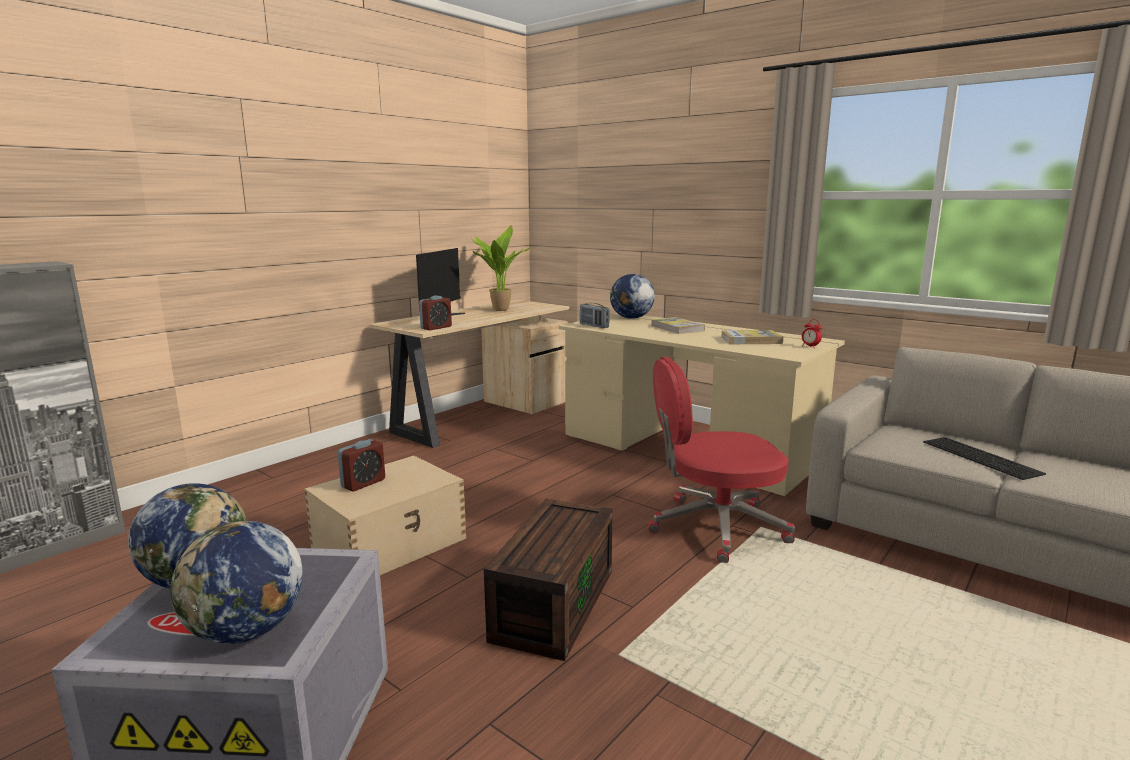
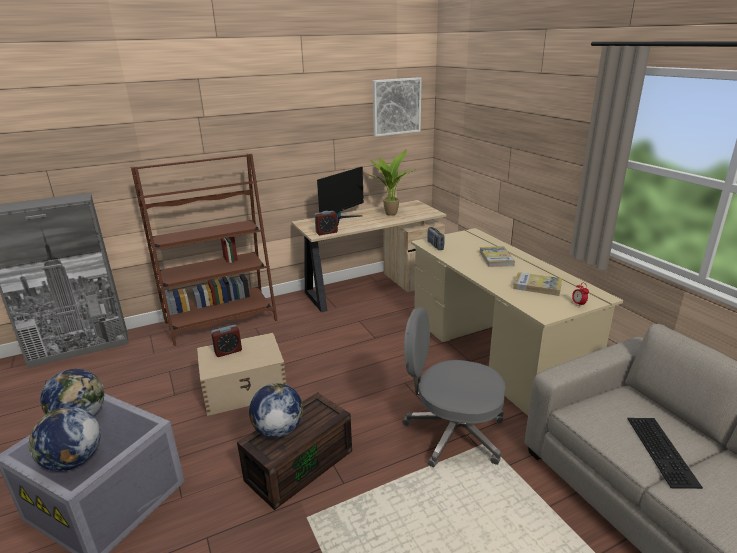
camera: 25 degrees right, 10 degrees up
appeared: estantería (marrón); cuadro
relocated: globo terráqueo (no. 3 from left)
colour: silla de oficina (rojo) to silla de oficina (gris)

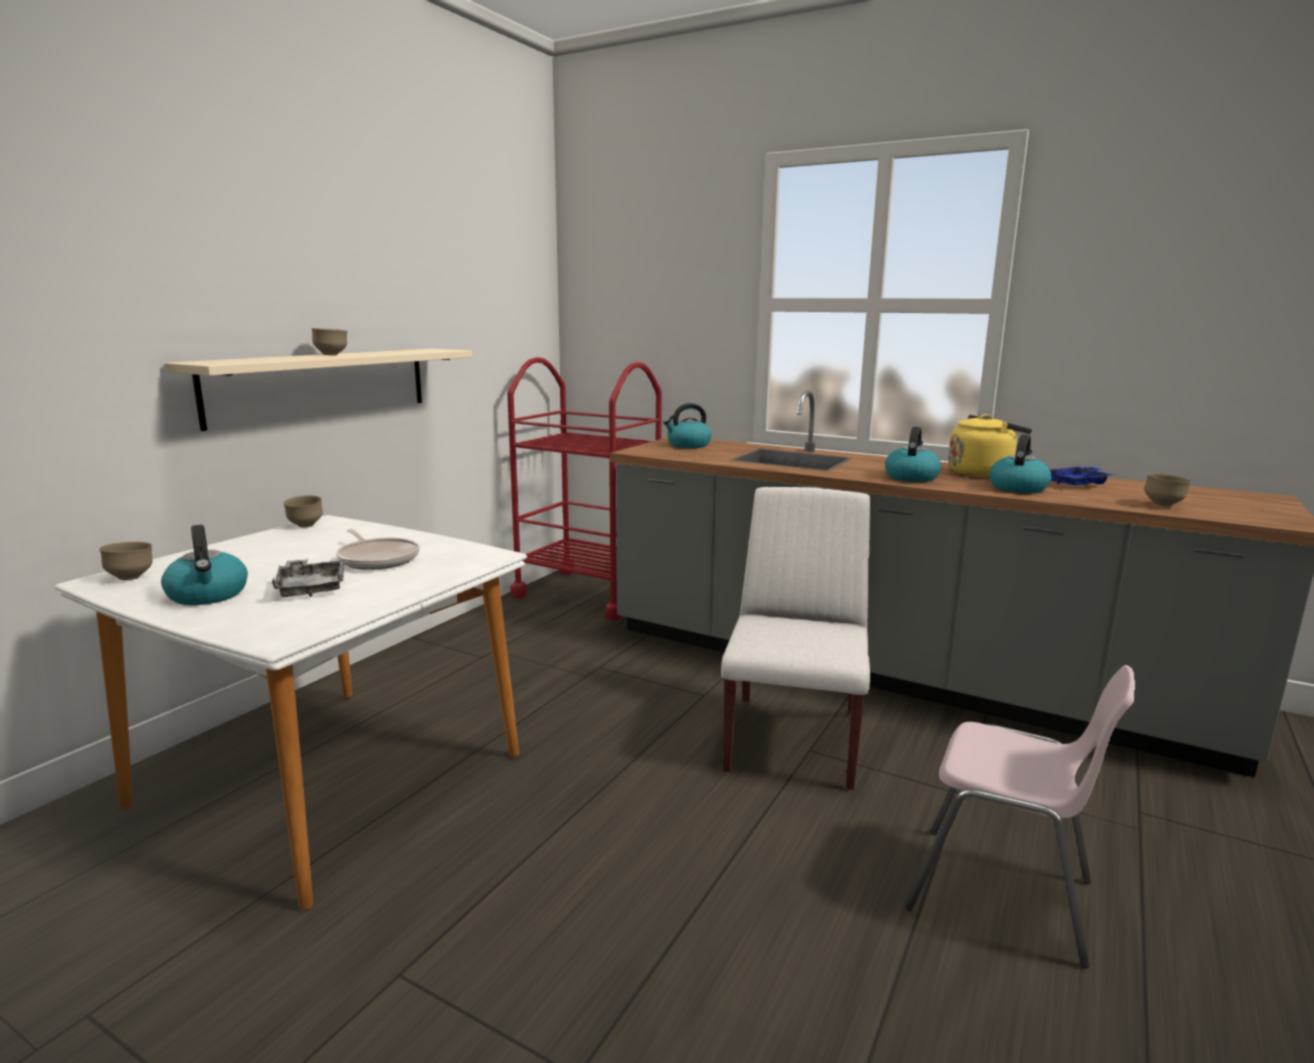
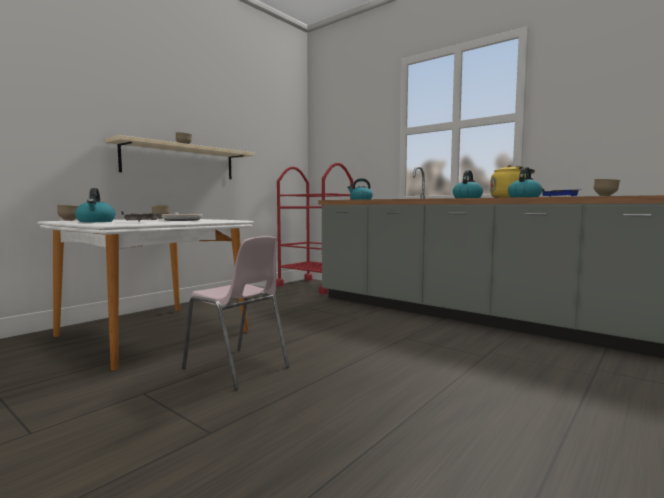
camera: 10 degrees right, 10 degrees down
missing: silla (blanco)
relocated: silla (rosa)

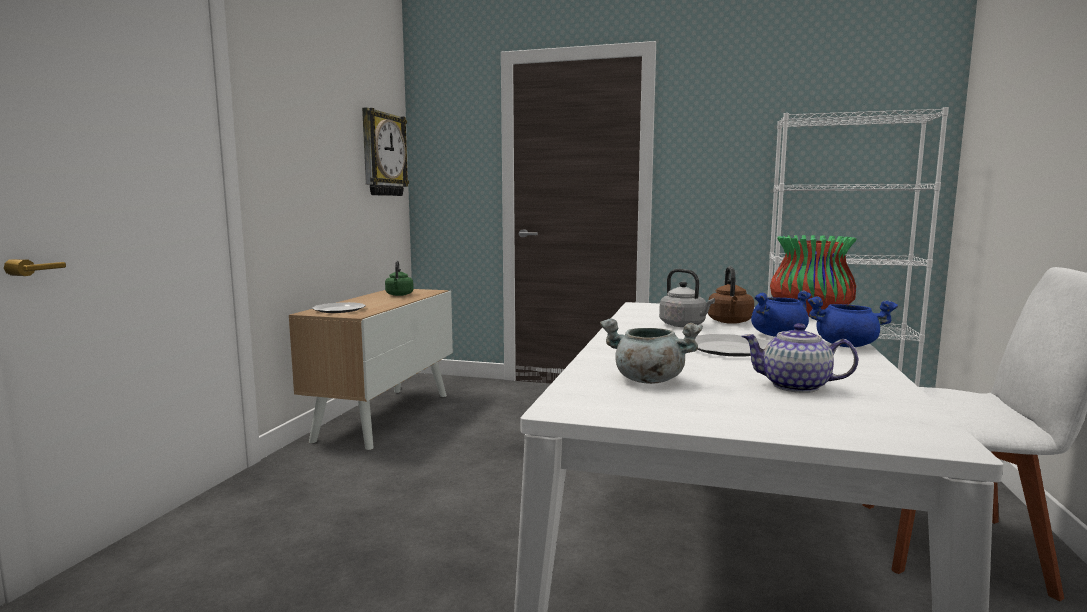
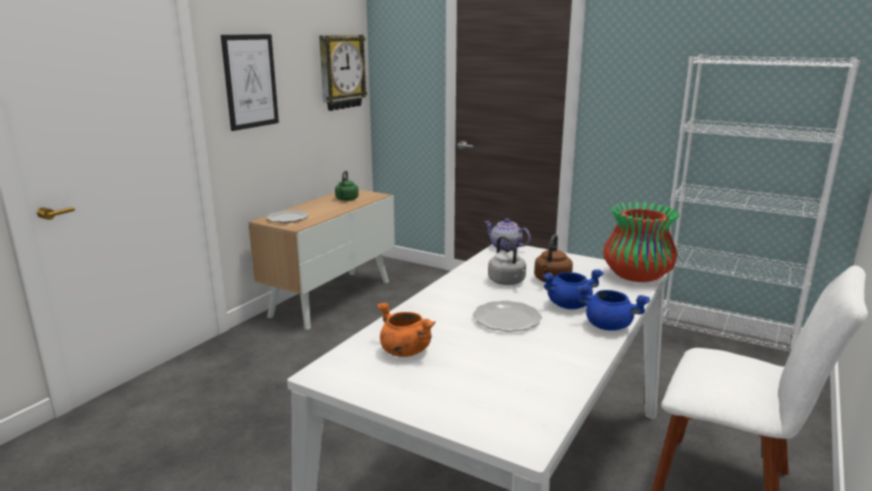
camera: 15 degrees right, 10 degrees up
appeared: cuadro
relocated: tetera
colour: olla (gris) to olla (naranja)

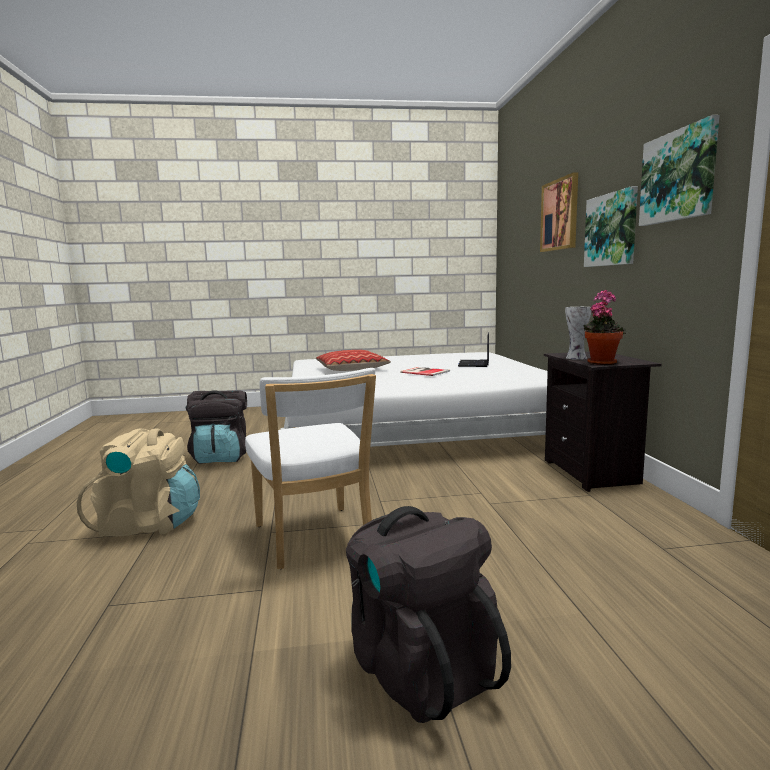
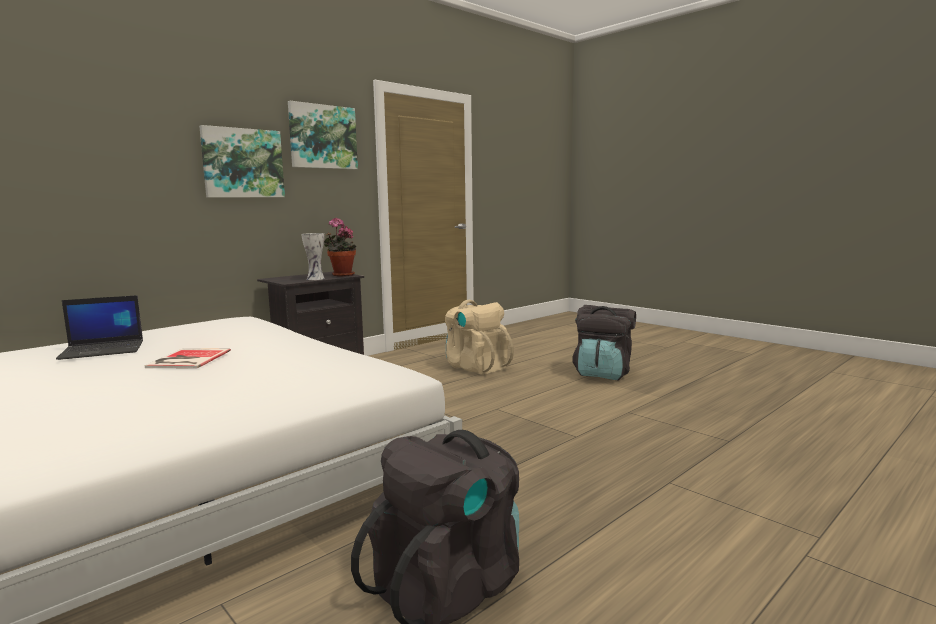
camera: 125 degrees left, 0 degrees up
missing: silla (blanco); cojín; cuadro (no. 1 from left)
relocated: mochila (beis)

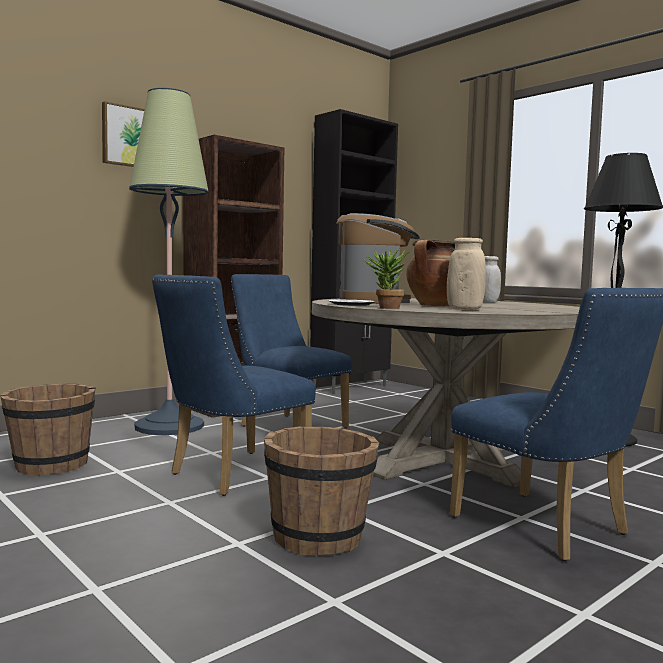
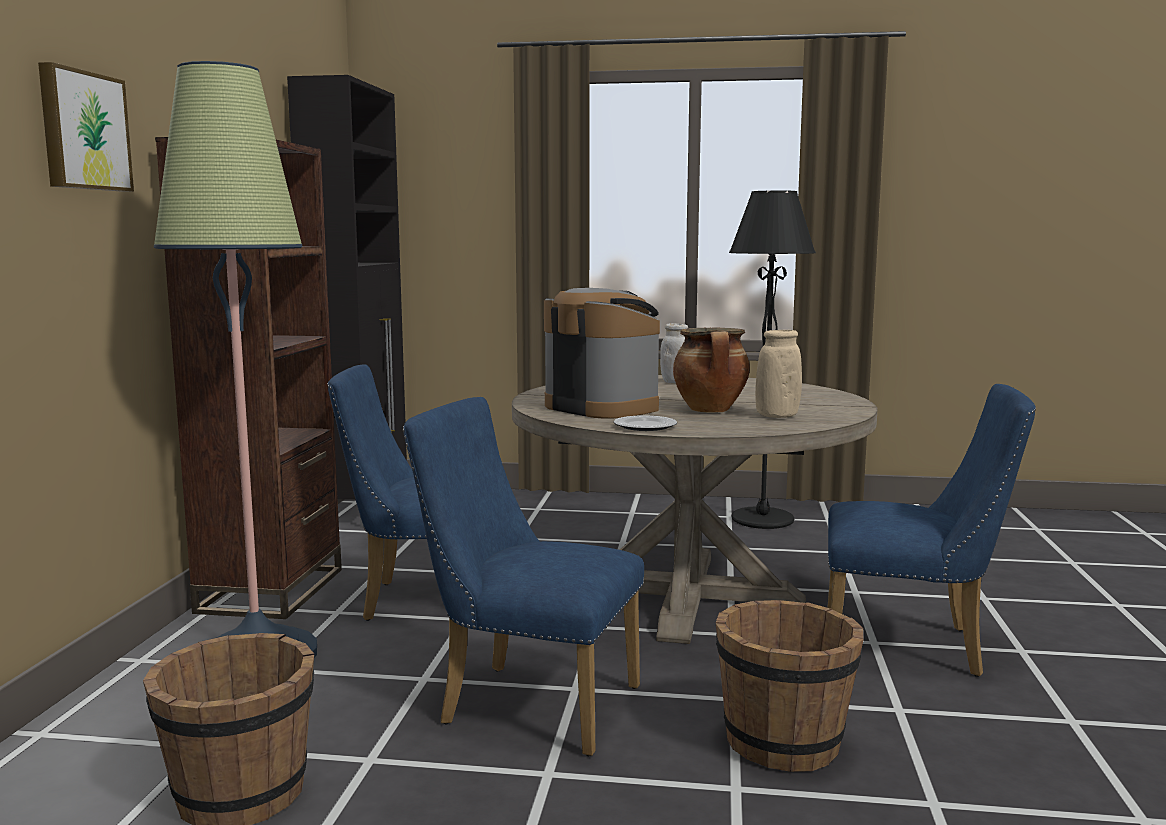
camera: 40 degrees left, 5 degrees up
missing: planta en maceta
spun: silla (azul) (no. 1 from left in the first image) 105 degrees clockwise

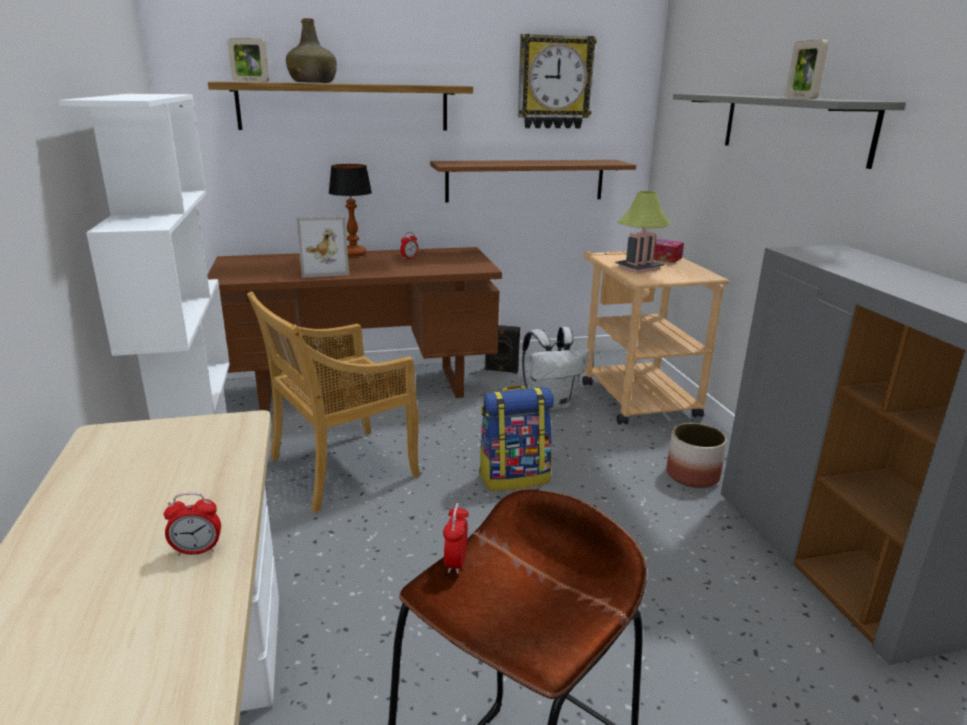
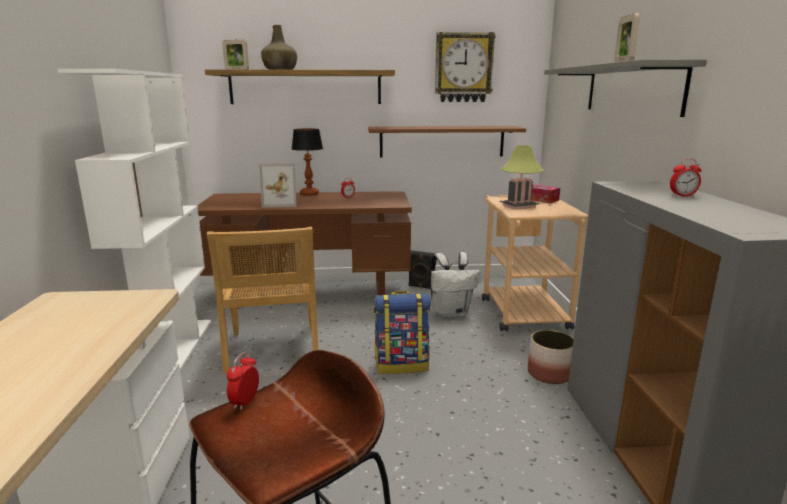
camera: 10 degrees right, 5 degrees down
relocated: despertador (no. 1 from left in the first image) to despertador (no. 3 from left)
spun: silla (beis) 75 degrees counterclockwise

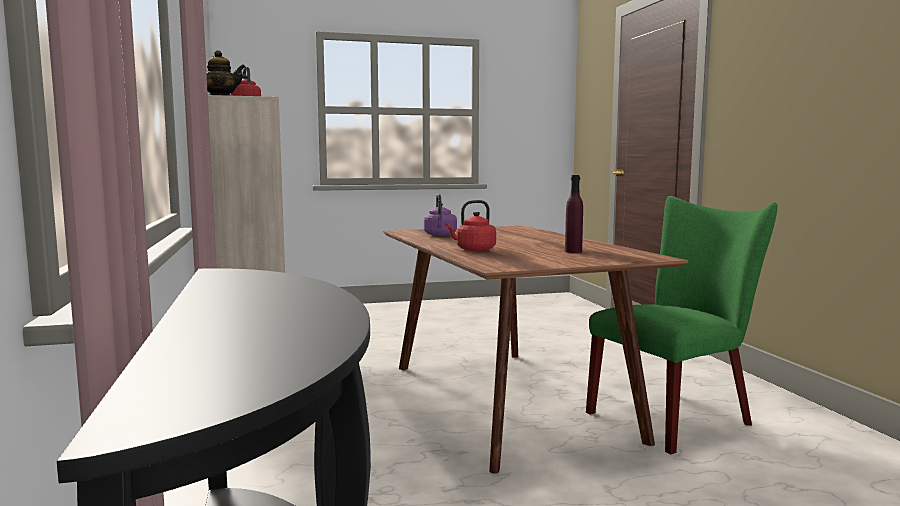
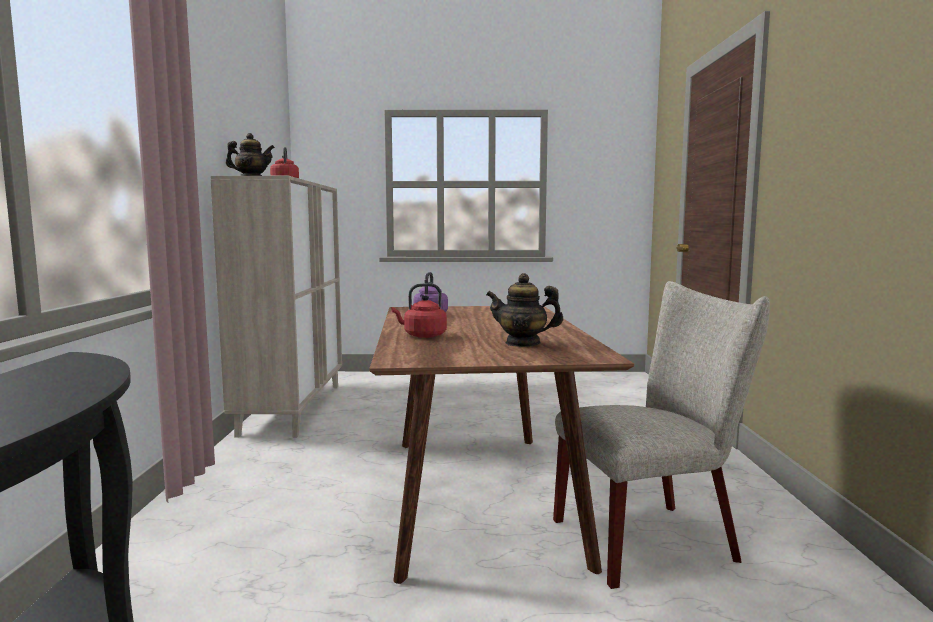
camera: 15 degrees right, 0 degrees up
exchanged: botella (morado) to tetera (no. 2 from left)
colour: silla (verde) to silla (beis)

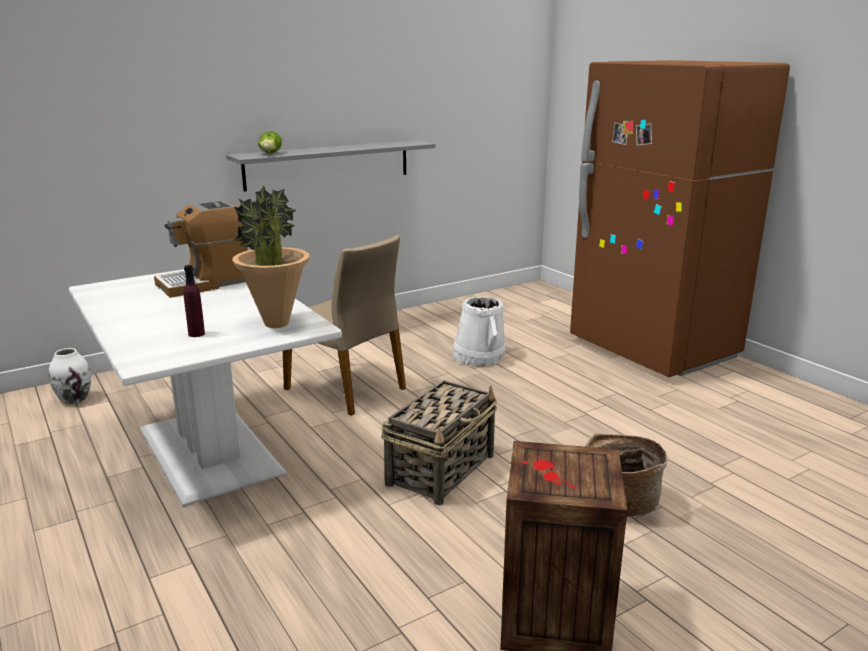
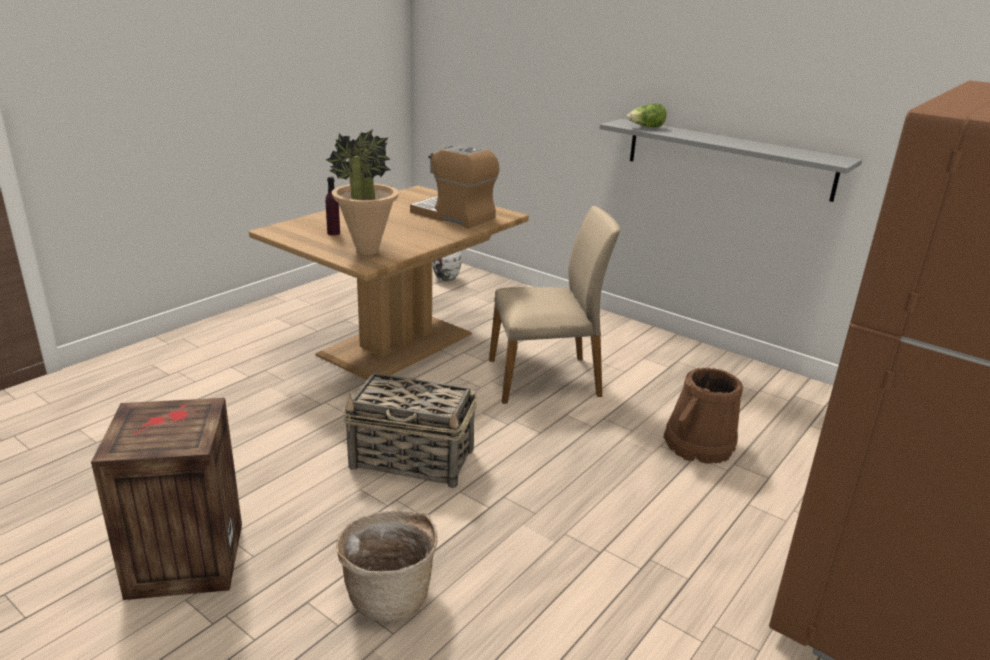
camera: 70 degrees right, 5 degrees up
colour: mesa de comedor (blanco) to mesa de comedor (marrón); cubo (blanco) to cubo (marrón)
spun: silla (beis) 120 degrees counterclockwise

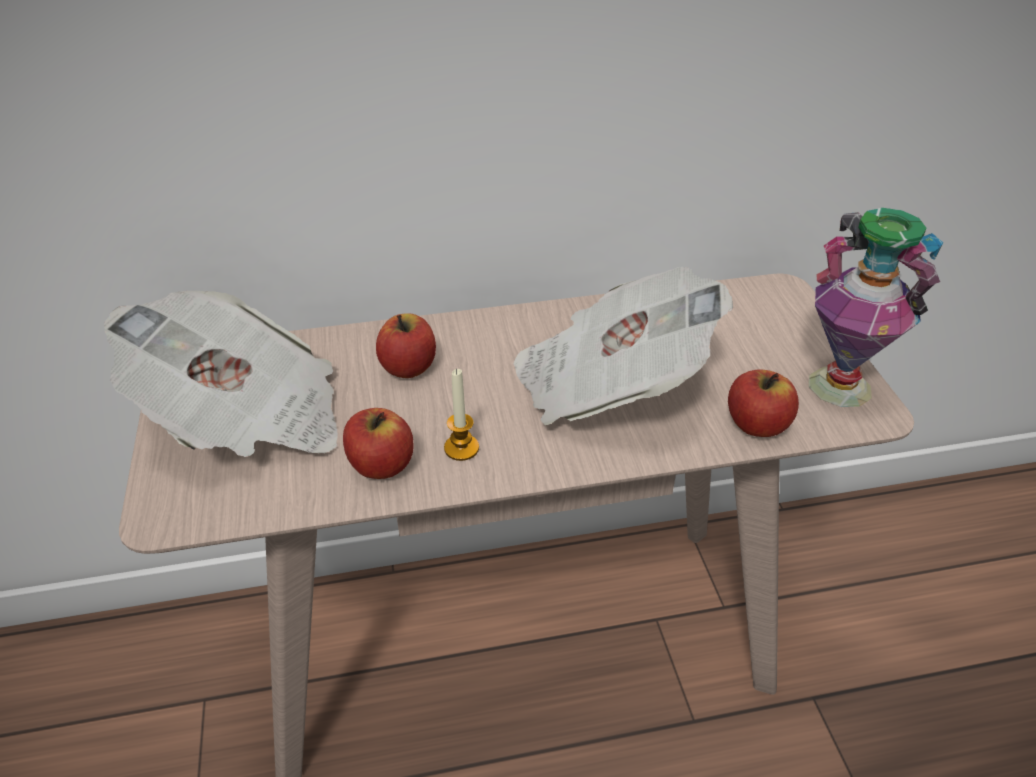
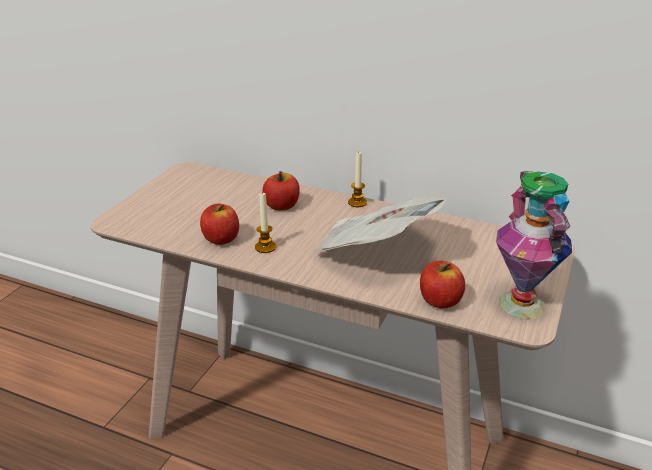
camera: 35 degrees right, 10 degrees down
missing: periódico (no. 1 from left)
appeared: vela (no. 2 from left)

